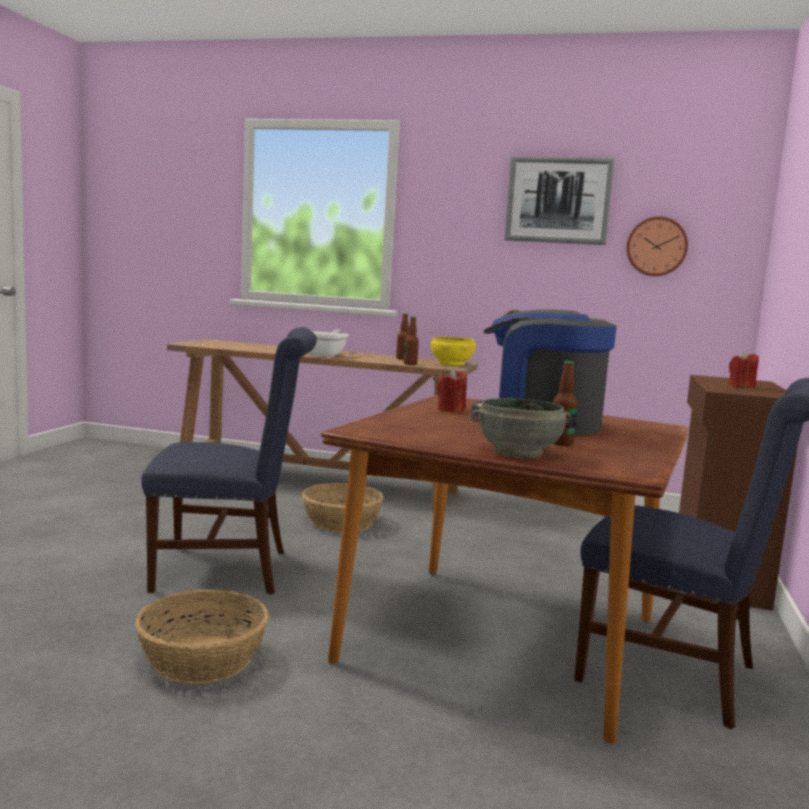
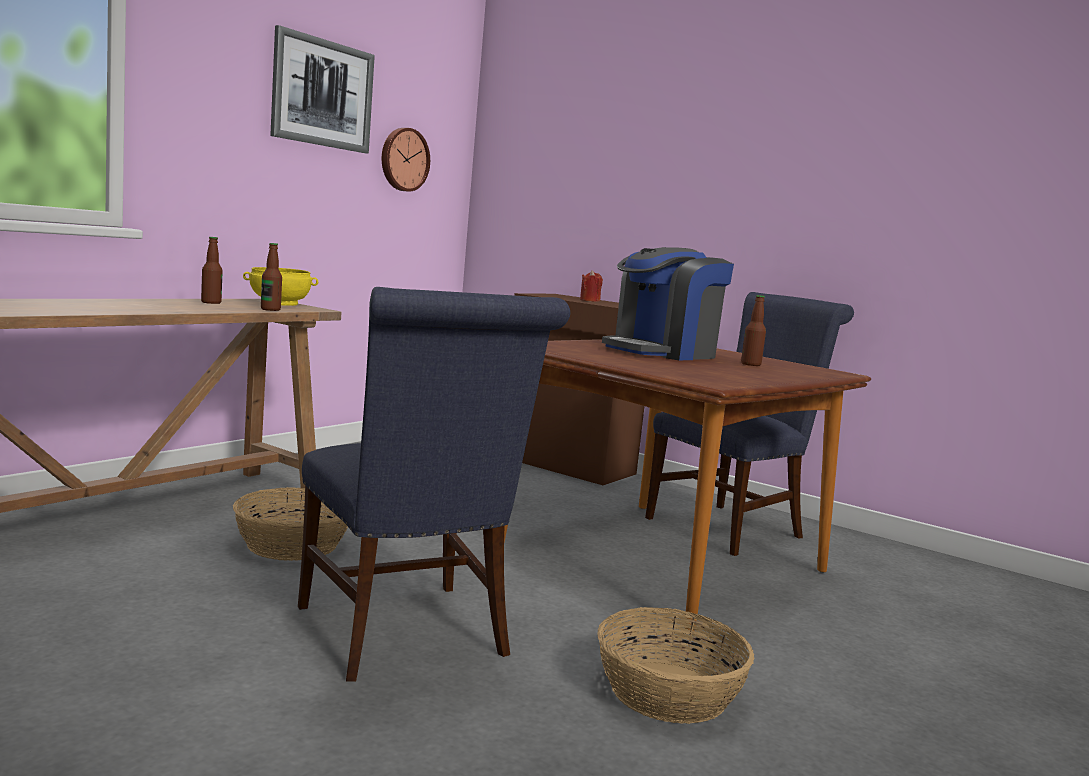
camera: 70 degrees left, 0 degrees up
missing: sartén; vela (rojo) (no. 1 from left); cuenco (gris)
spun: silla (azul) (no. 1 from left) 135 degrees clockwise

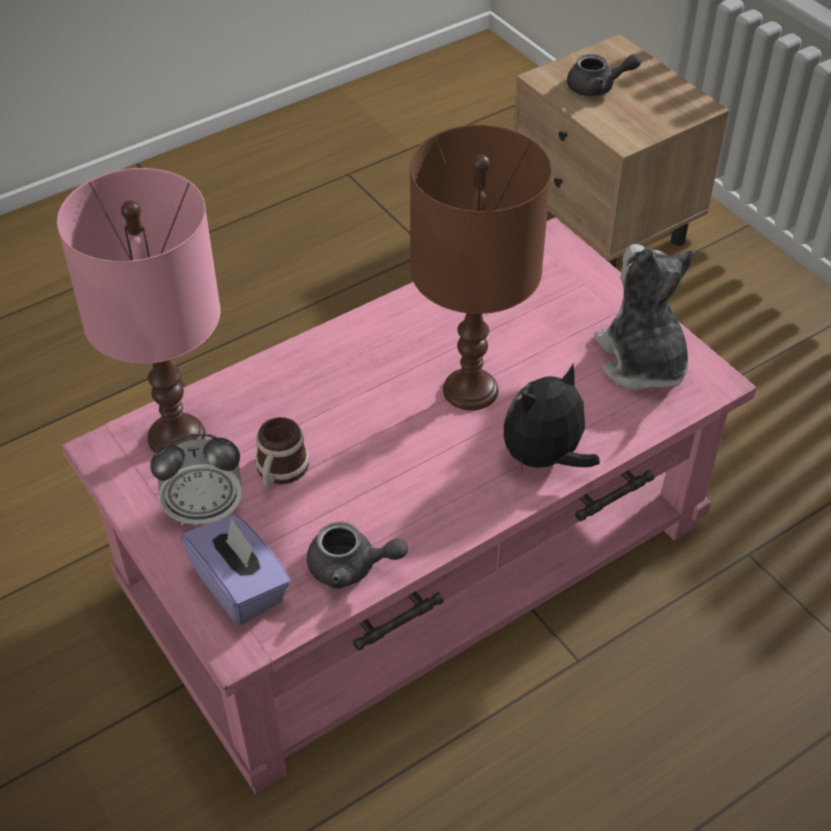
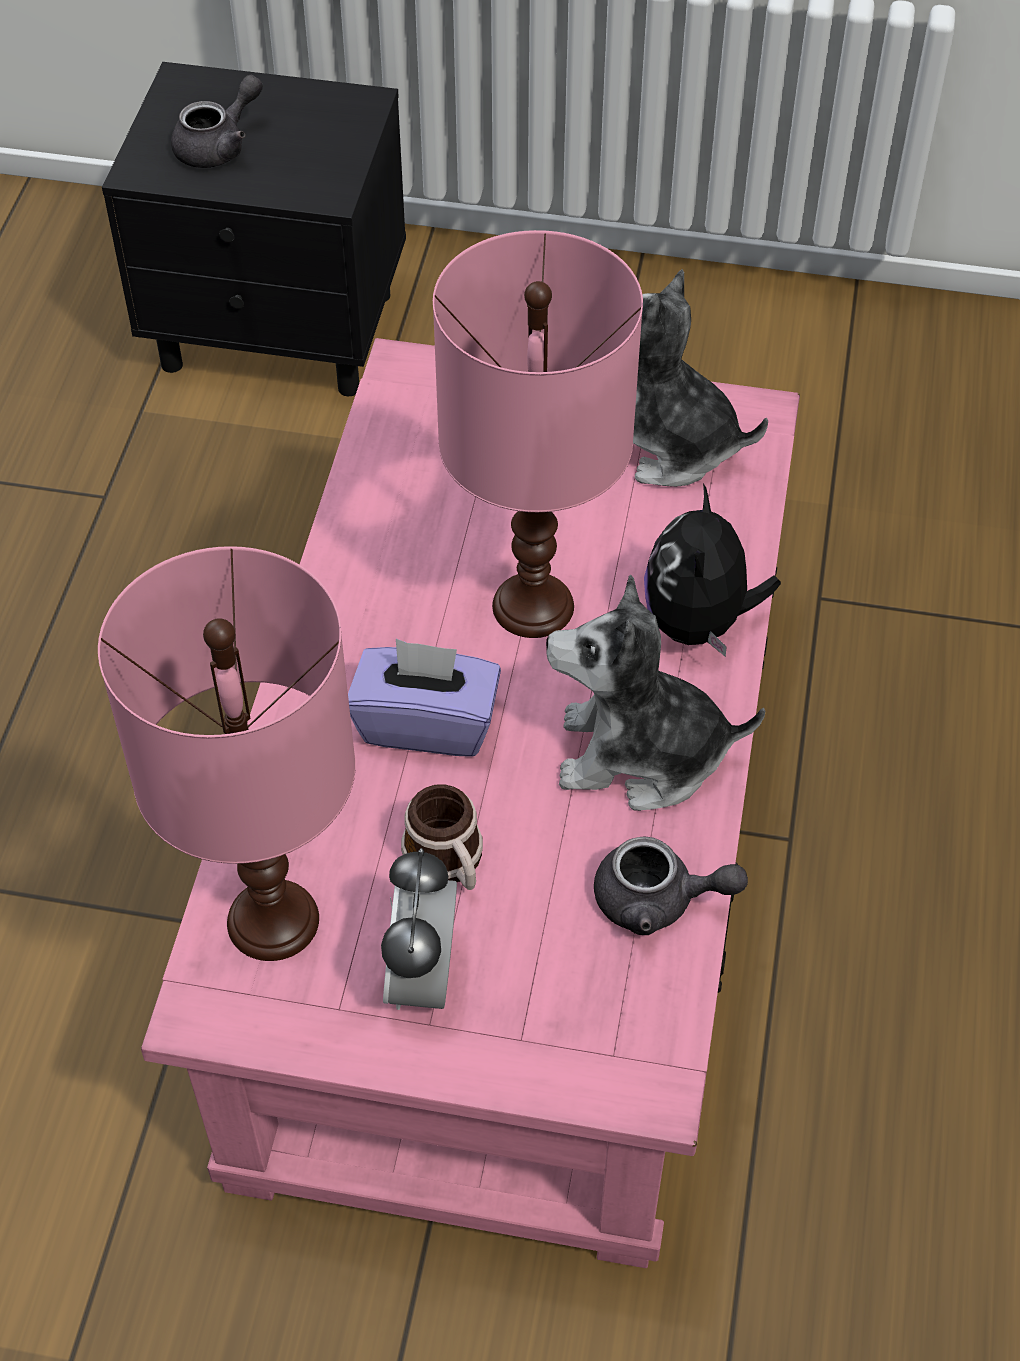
camera: 45 degrees left, 5 degrees up
appeared: peluche (no. 1 from left)
relocated: caja de pañuelos (morado)
colour: lámpara de mesa (marrón) to lámpara de mesa (rosa) (no. 2 from left); mesita de noche (beis) to mesita de noche (negro)
spun: despertador 150 degrees clockwise; tetera (gris) (no. 1 from left in the first image) 45 degrees clockwise

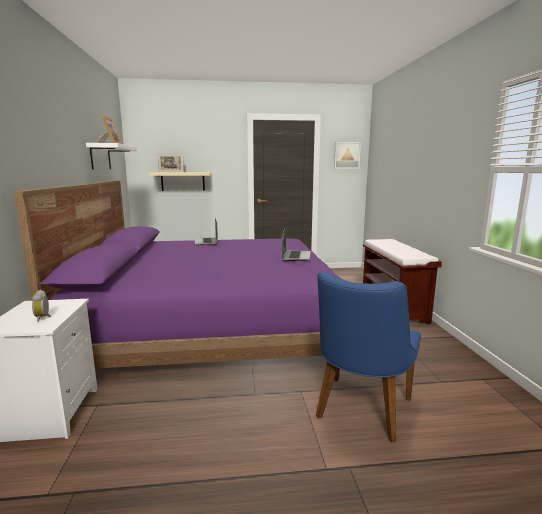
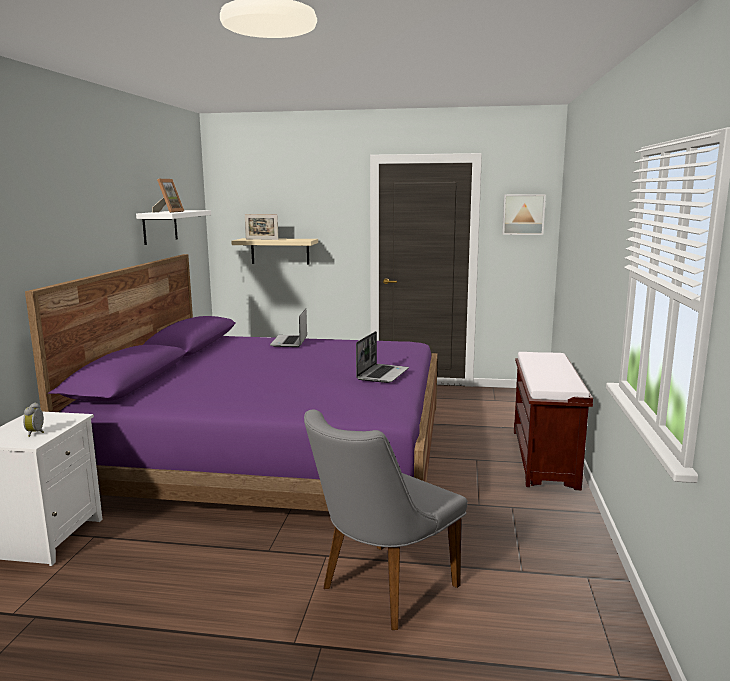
camera: 15 degrees right, 0 degrees up
colour: silla (azul) to silla (gris)

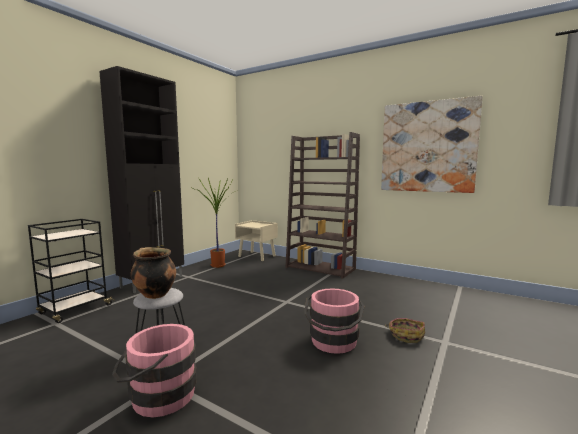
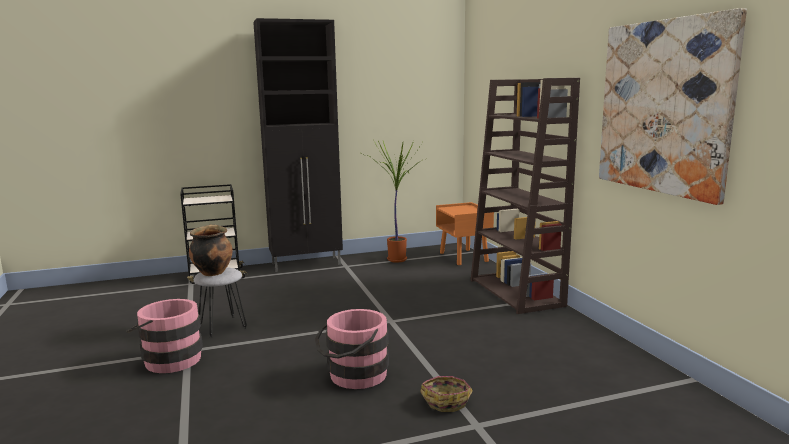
camera: 40 degrees right, 5 degrees up
colour: mesita de noche (beis) to mesita de noche (naranja)

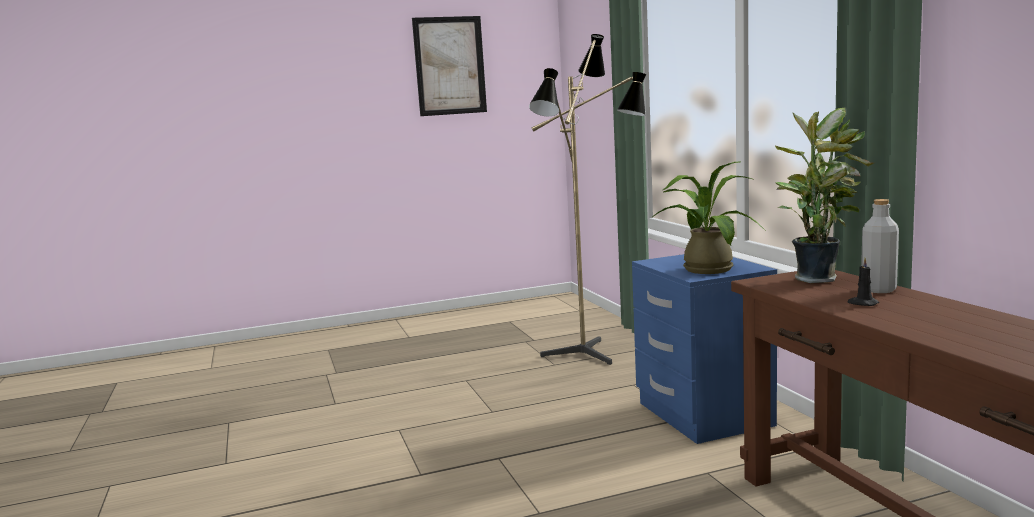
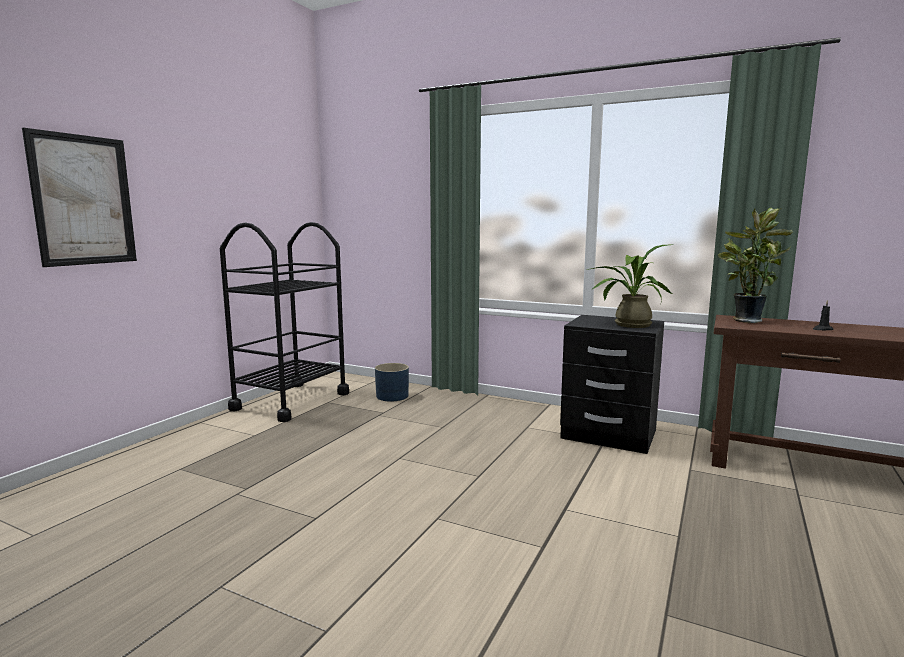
camera: 45 degrees left, 0 degrees up
missing: lámpara de pie; botella (gris)
appeared: carrito (negro); maceta (azul)
relocated: cuadro
colour: mesita de noche (azul) to mesita de noche (negro)

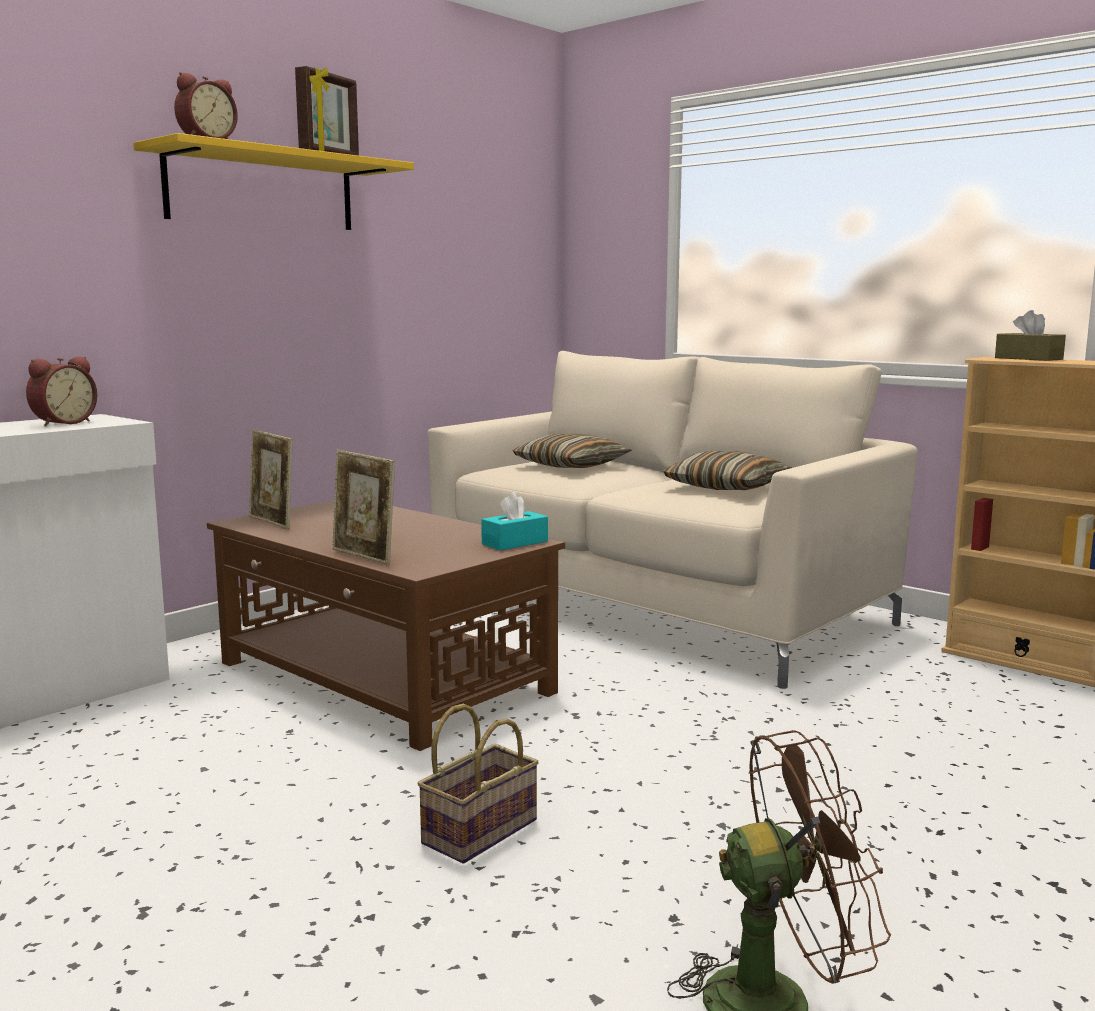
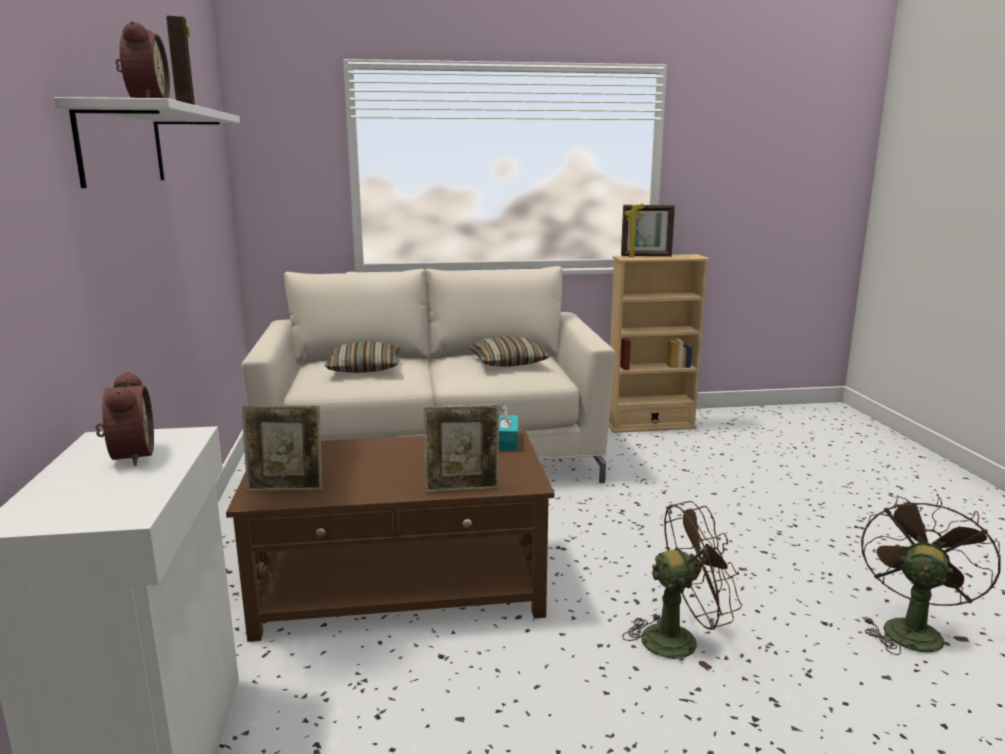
camera: 50 degrees left, 5 degrees up
exchanged: cesta to ventilador (marrón) (no. 1 from left); caja de pañuelos (marrón) to portarretratos (no. 4 from left)
colour: estante (amarillo) to estante (blanco)

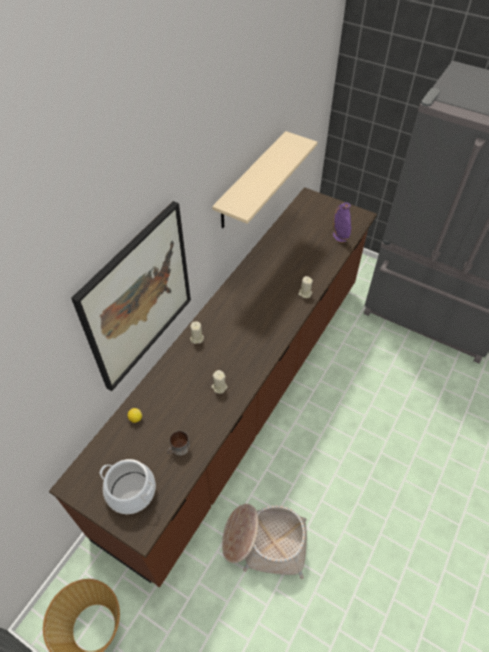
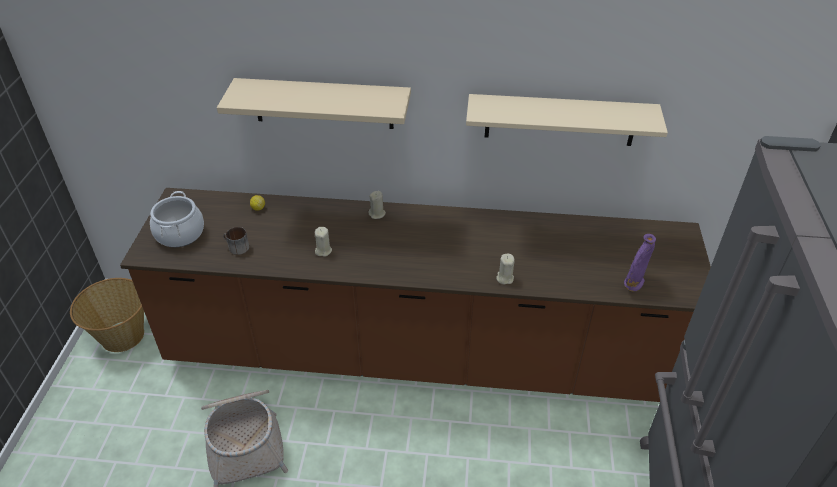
camera: 65 degrees right, 10 degrees down
exchanged: cuadro to estante (beis) (no. 1 from left)

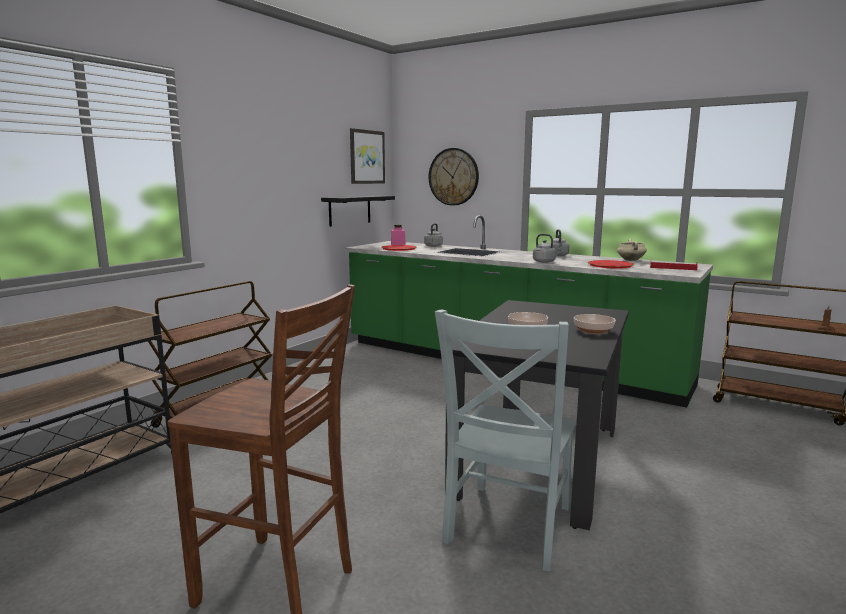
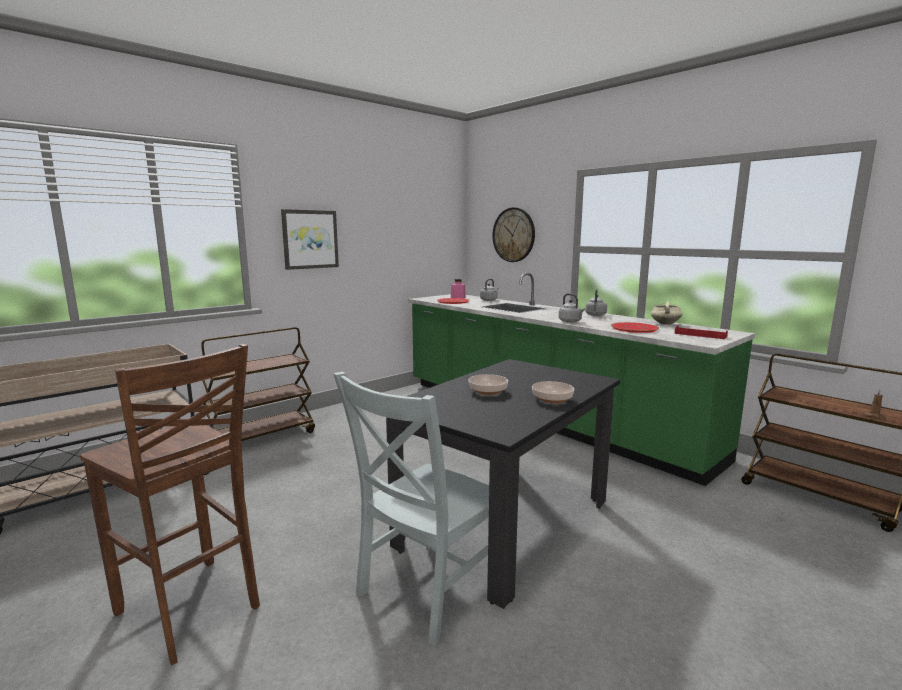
camera: 15 degrees right, 0 degrees up
missing: estante (negro)
relocated: cuadro

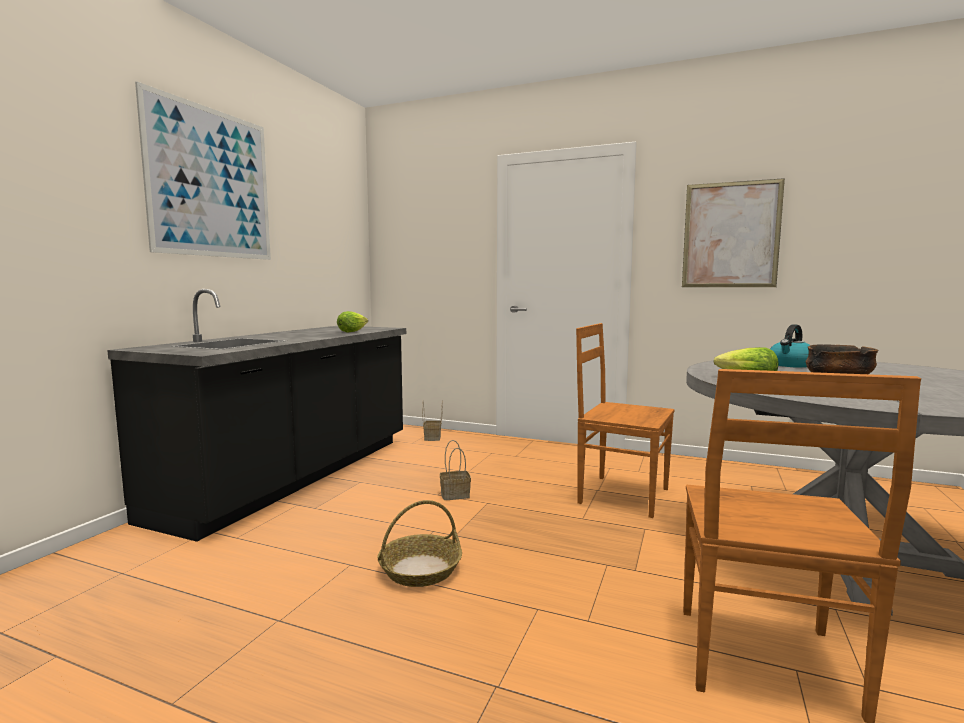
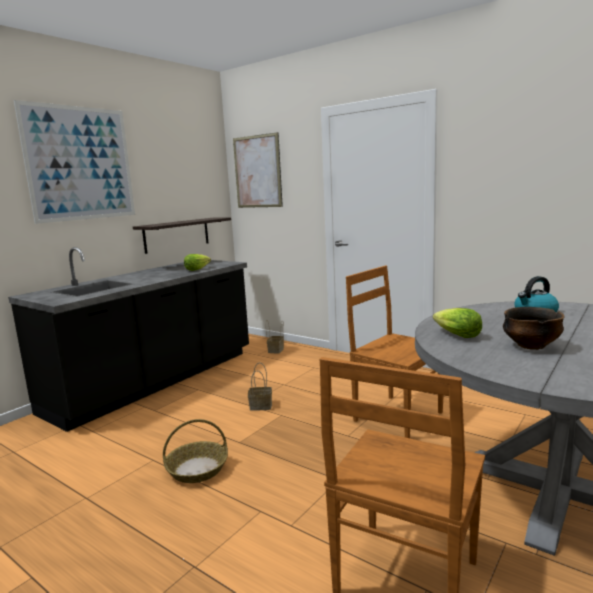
camera: 15 degrees right, 5 degrees up
appeared: estante
relocated: cuadro (no. 2 from left)

